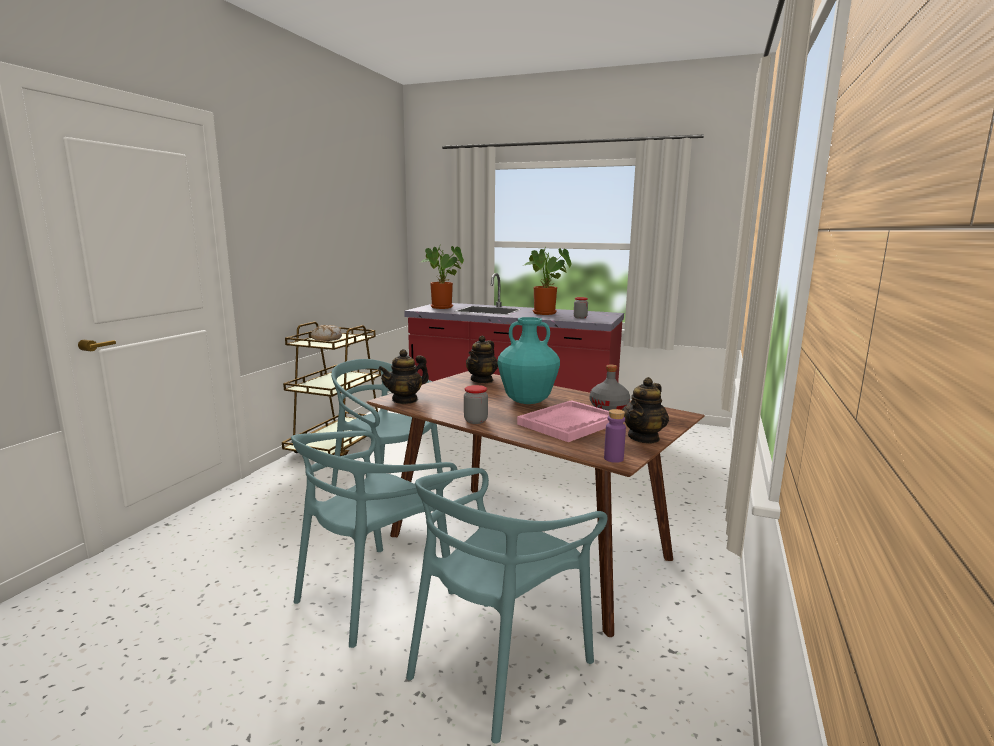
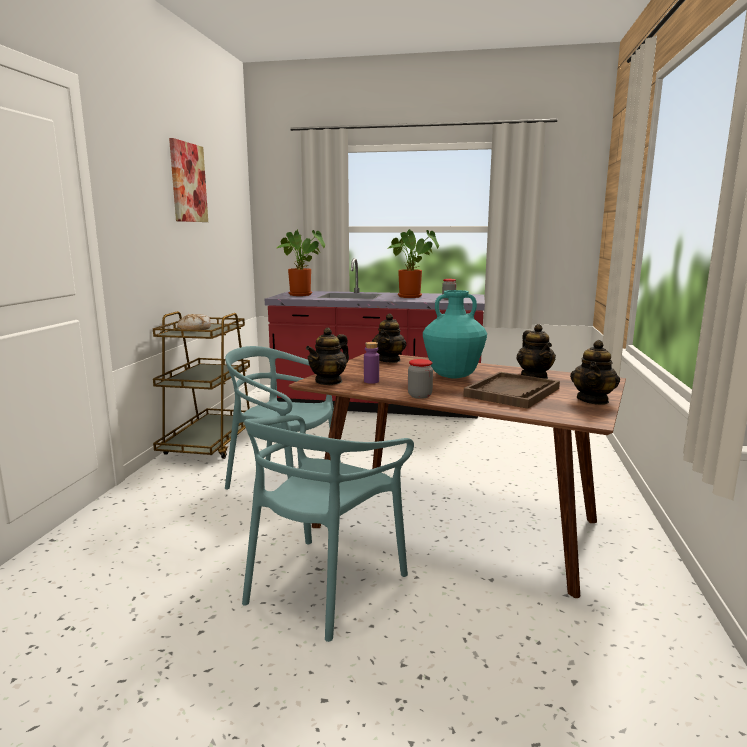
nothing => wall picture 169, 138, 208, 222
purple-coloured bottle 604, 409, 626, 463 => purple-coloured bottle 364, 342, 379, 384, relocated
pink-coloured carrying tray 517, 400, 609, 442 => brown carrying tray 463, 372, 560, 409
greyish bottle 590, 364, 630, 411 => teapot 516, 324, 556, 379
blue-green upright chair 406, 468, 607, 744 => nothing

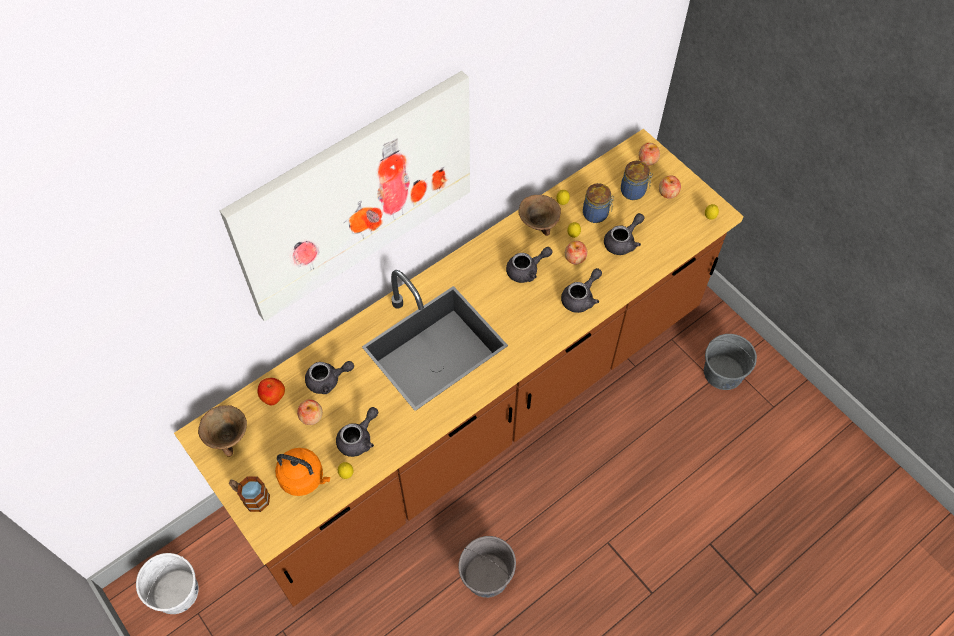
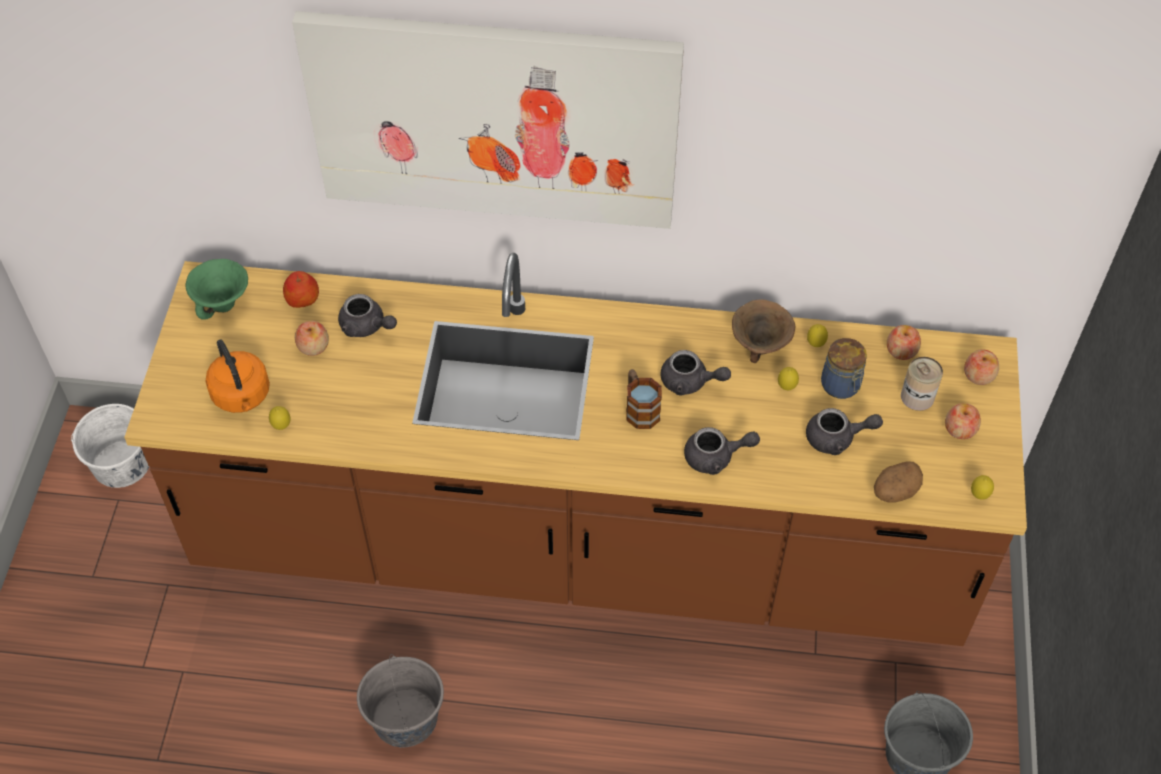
brown serving bowl 198, 405, 247, 457 => green-coloured serving bowl 186, 259, 248, 320
coffee mug 229, 477, 270, 512 => coffee mug 626, 369, 662, 429, relocated
nothing => potato 874, 461, 923, 502
apple fruit 565, 241, 588, 264 => apple fruit 887, 325, 921, 360, relocated
jar 621, 161, 653, 200 => can 901, 357, 943, 411
greyish teapot 336, 407, 378, 457 => nothing

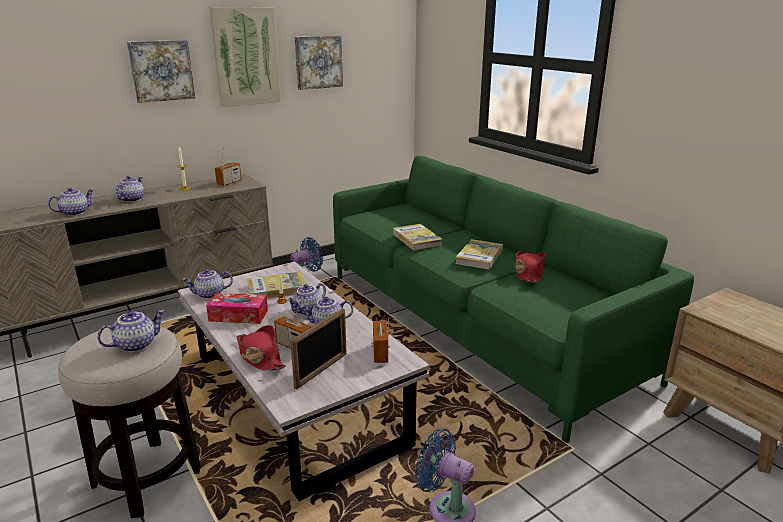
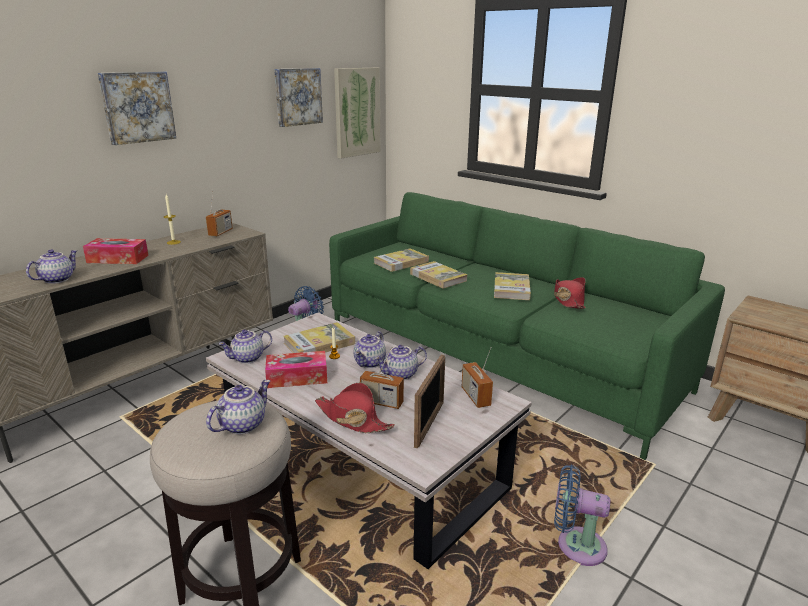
teapot 115, 176, 144, 202 => box of tissues 83, 238, 149, 264
wall picture 209, 7, 281, 107 => wall picture 334, 68, 380, 159, relocated
nothing => volume 374, 248, 429, 272

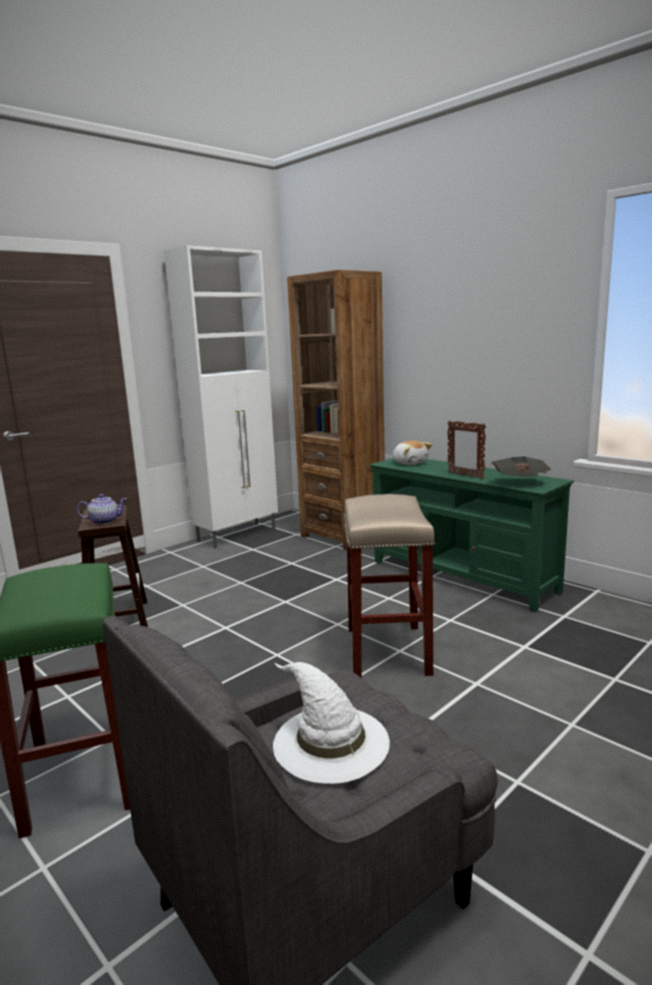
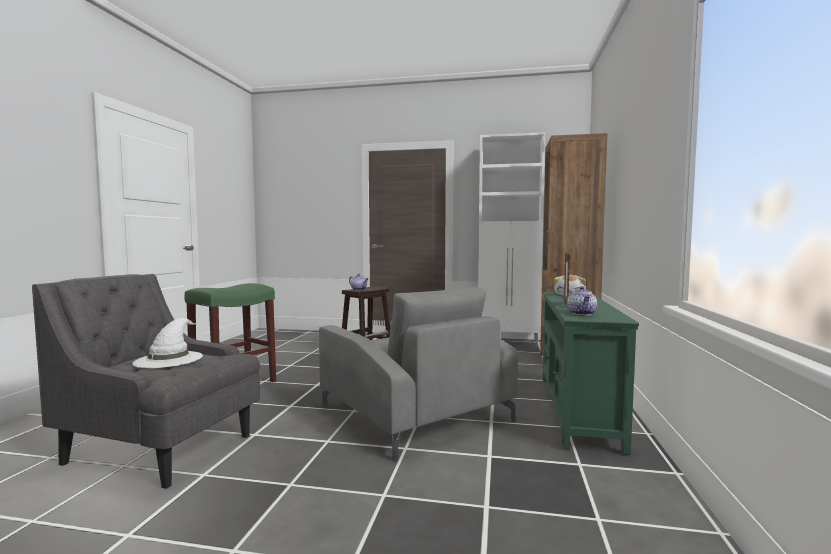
beige stool seat 344, 494, 435, 678 => greyish armchair 319, 287, 518, 462
daily paper 491, 457, 551, 477 => teapot 567, 286, 597, 316

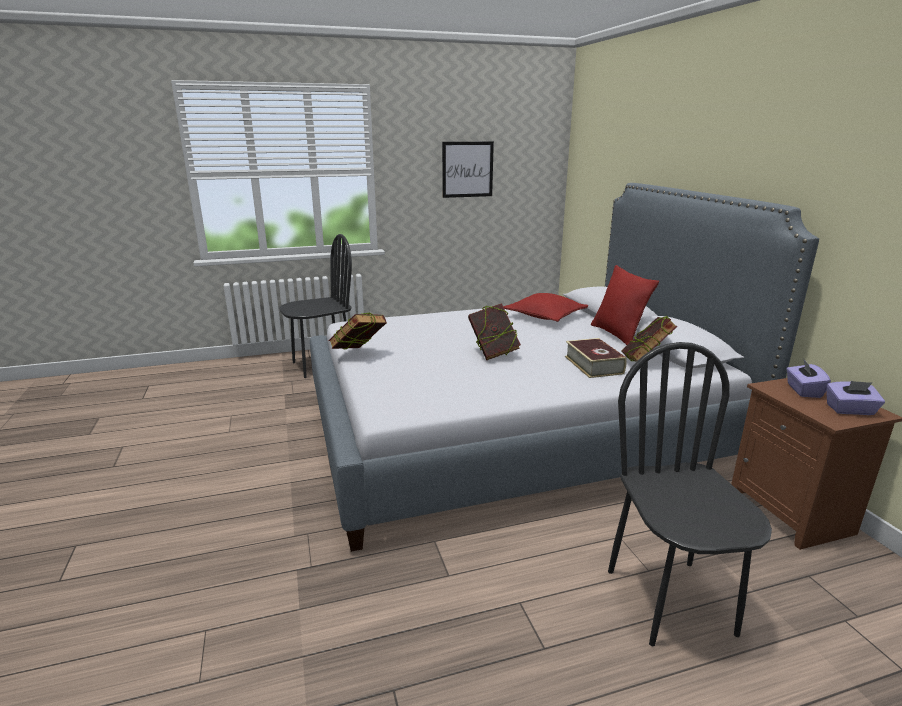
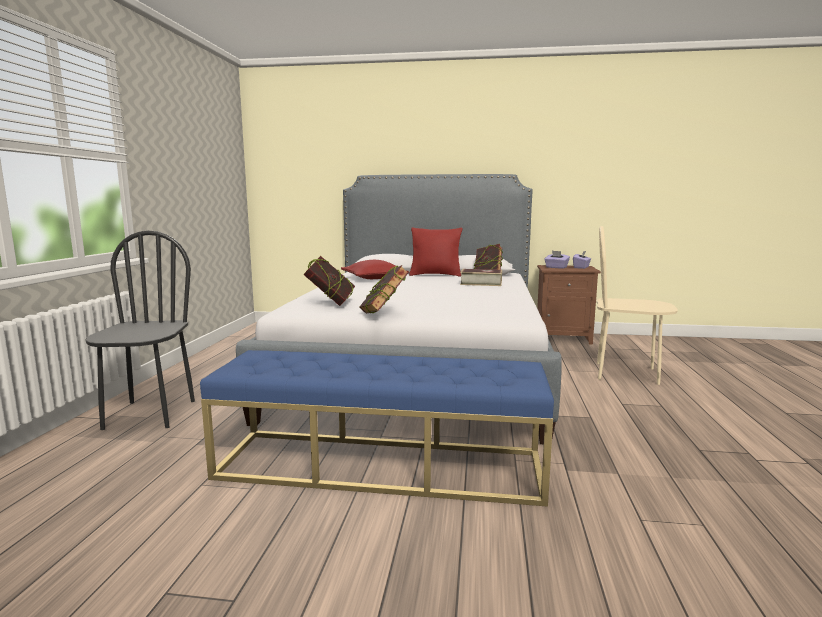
nothing => blue-coloured indoor bench 200, 350, 554, 507
volume 468, 303, 521, 360 => volume 303, 256, 355, 306, relocated
blackish upright chair 608, 342, 772, 646 => beige upright chair 596, 226, 678, 385
wall picture 442, 142, 494, 198 => nothing

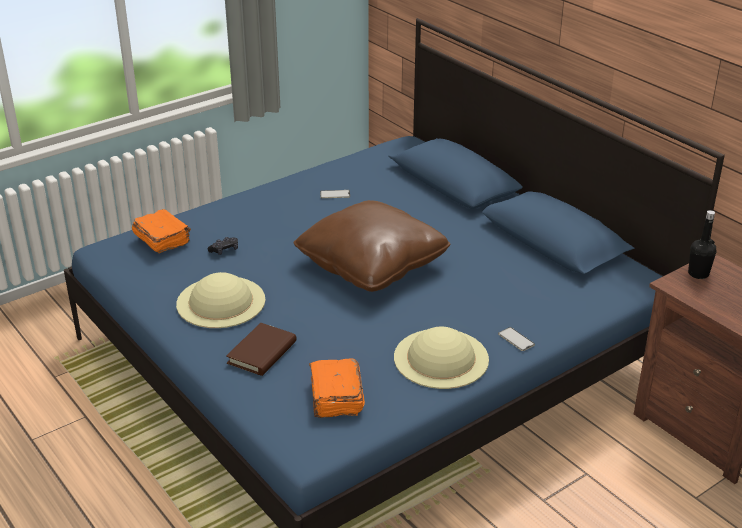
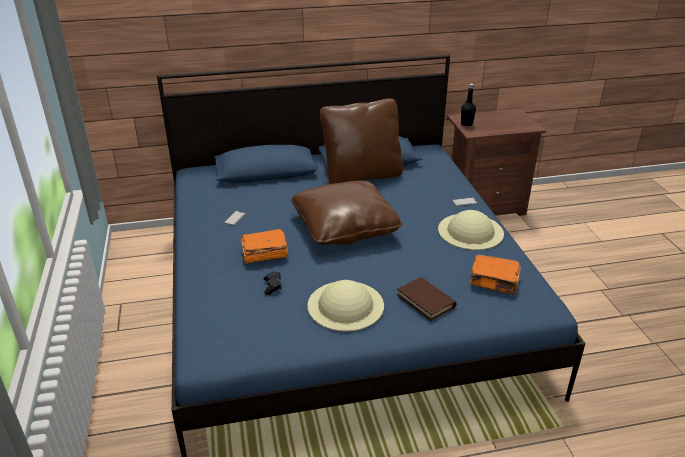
orange volume 132, 209, 191, 253 => orange volume 241, 229, 288, 264, relocated
nothing => brown throw pillow 320, 98, 403, 184

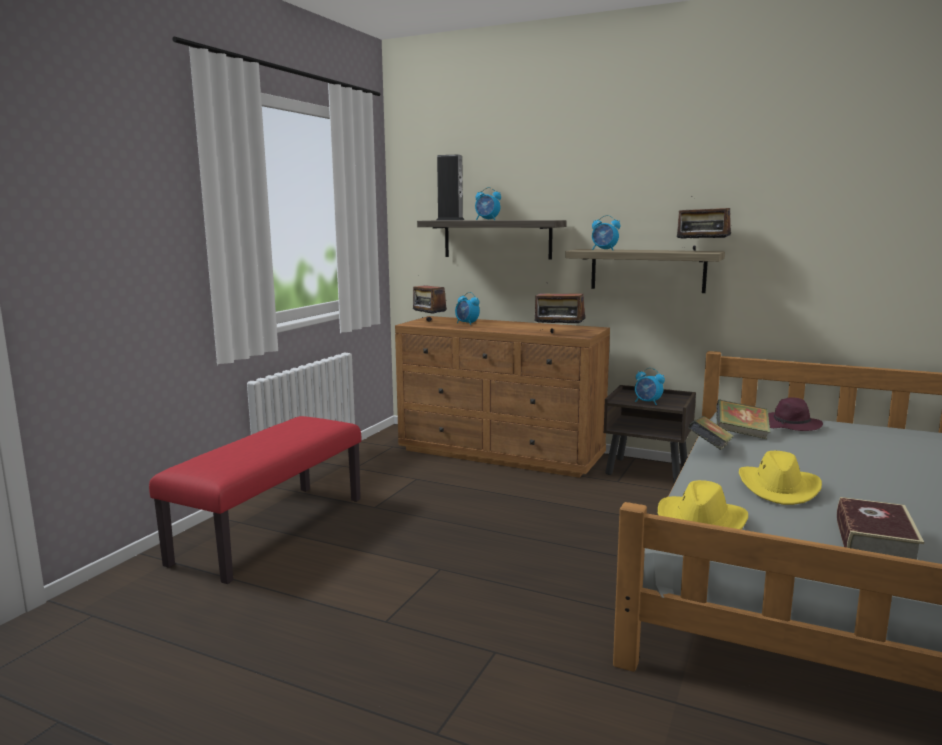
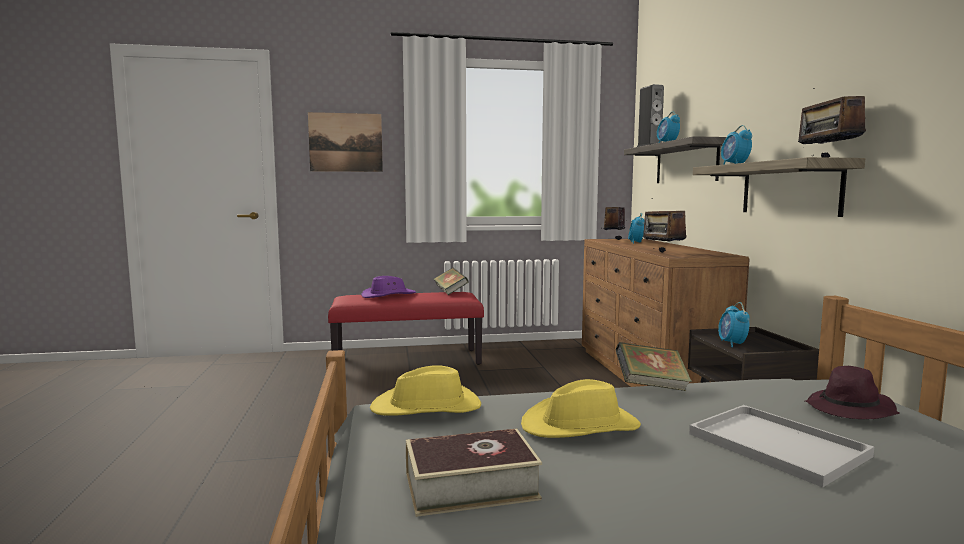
nothing => wall picture 308, 112, 383, 172
nothing => purple-coloured hat 361, 276, 416, 298
volume 716, 399, 770, 439 => volume 434, 268, 468, 295, relocated
nothing => white-coloured carrying tray 689, 405, 874, 487

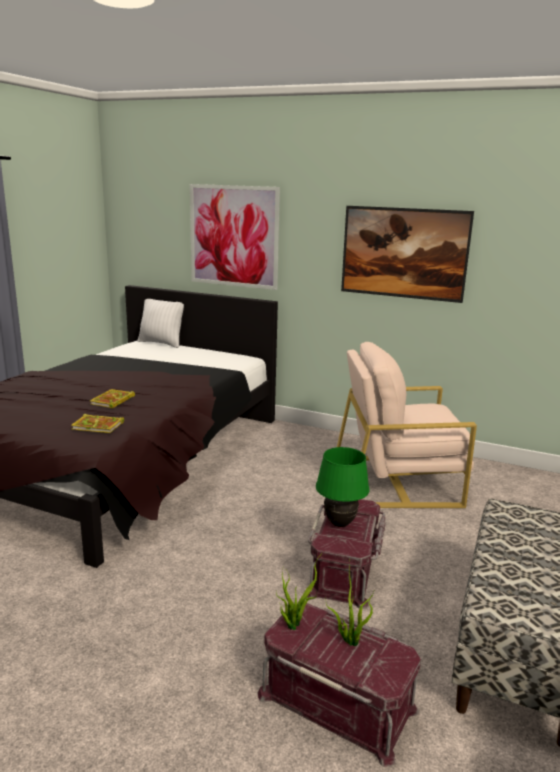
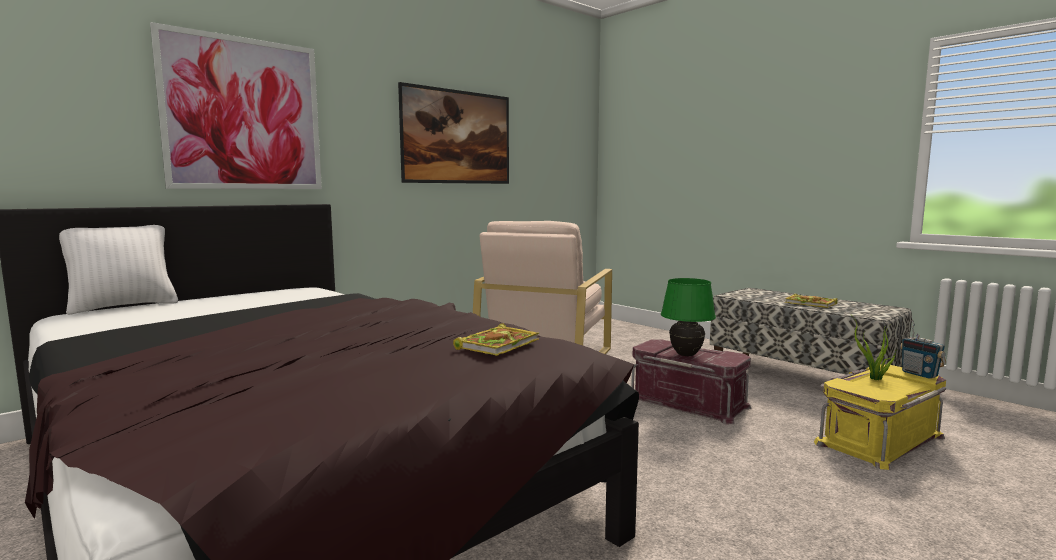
volume 90, 389, 135, 408 => volume 785, 294, 838, 308, relocated
reddish storage container 257, 603, 421, 767 => yellow-coloured storage container 814, 364, 946, 470
nothing => radio receiver 900, 320, 946, 379
houseplant 276, 557, 319, 630 => nothing

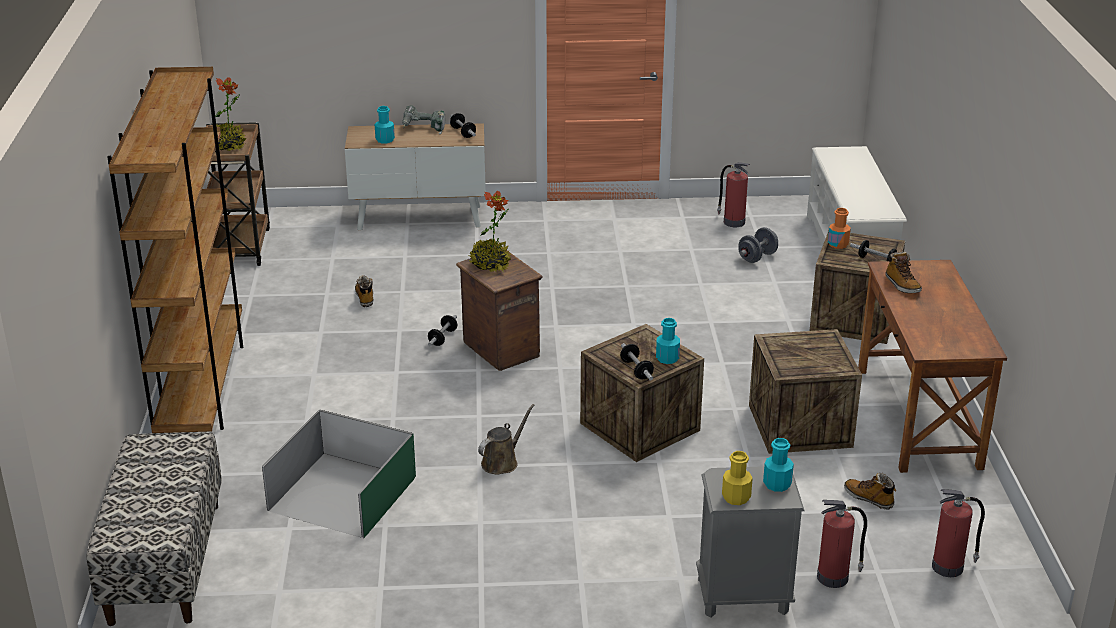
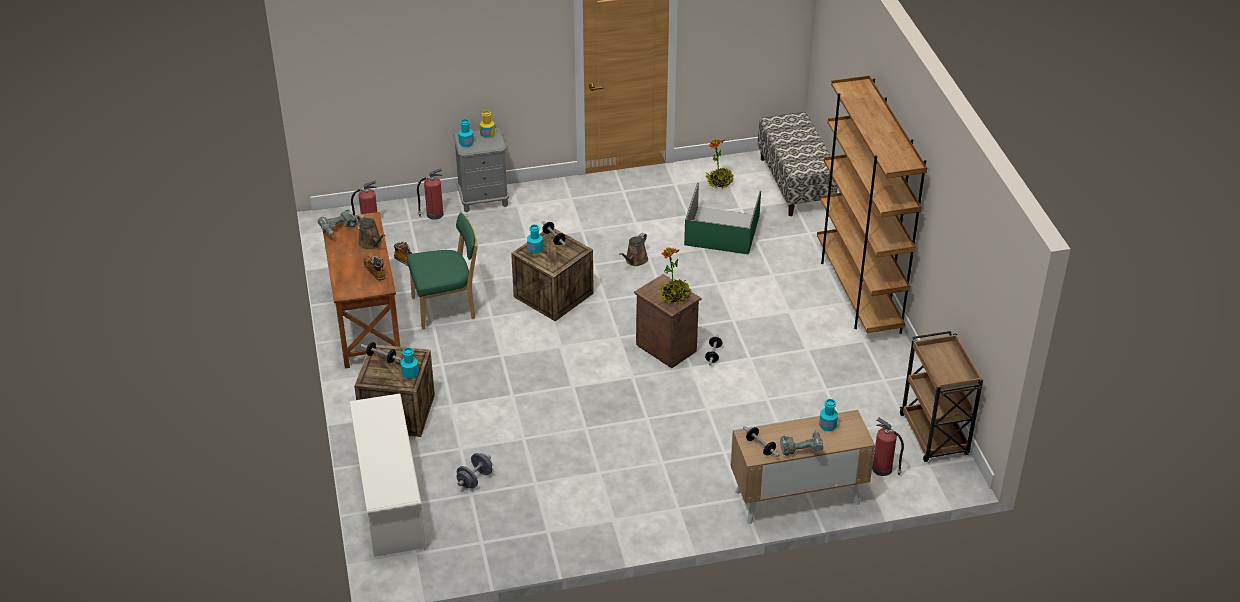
nothing => electric drill 318, 210, 359, 238
nothing => brown watering can 357, 214, 385, 250
orange bottle 828, 208, 851, 249 => blue-green bottle 400, 347, 419, 379
crate 749, 329, 862, 454 => green-coloured upright chair 407, 213, 478, 330
houseplant 215, 77, 246, 151 => houseplant 706, 139, 734, 189, relocated
extinguisher 717, 162, 750, 227 => extinguisher 872, 418, 904, 476, relocated
tall boot 355, 275, 373, 307 => nothing

